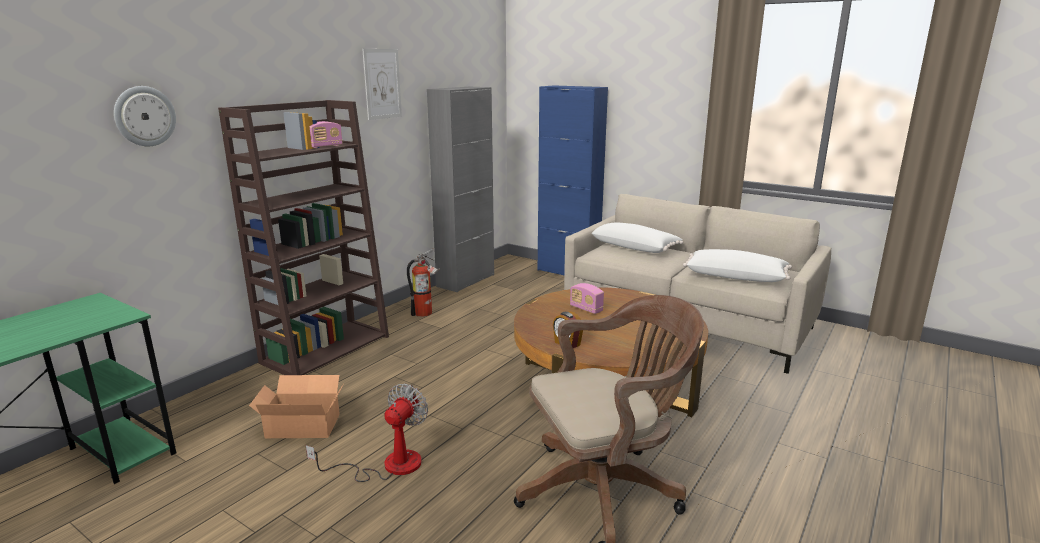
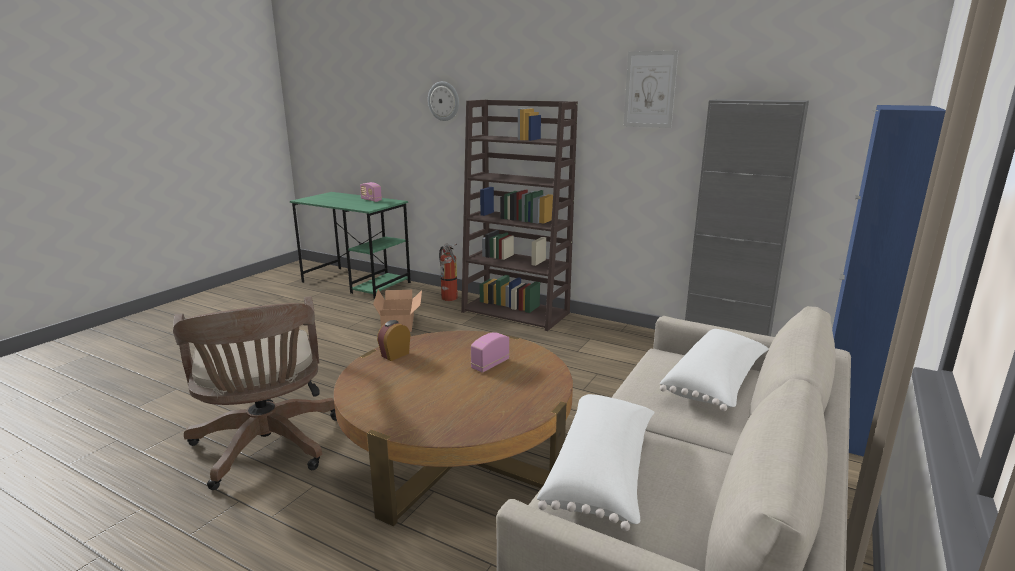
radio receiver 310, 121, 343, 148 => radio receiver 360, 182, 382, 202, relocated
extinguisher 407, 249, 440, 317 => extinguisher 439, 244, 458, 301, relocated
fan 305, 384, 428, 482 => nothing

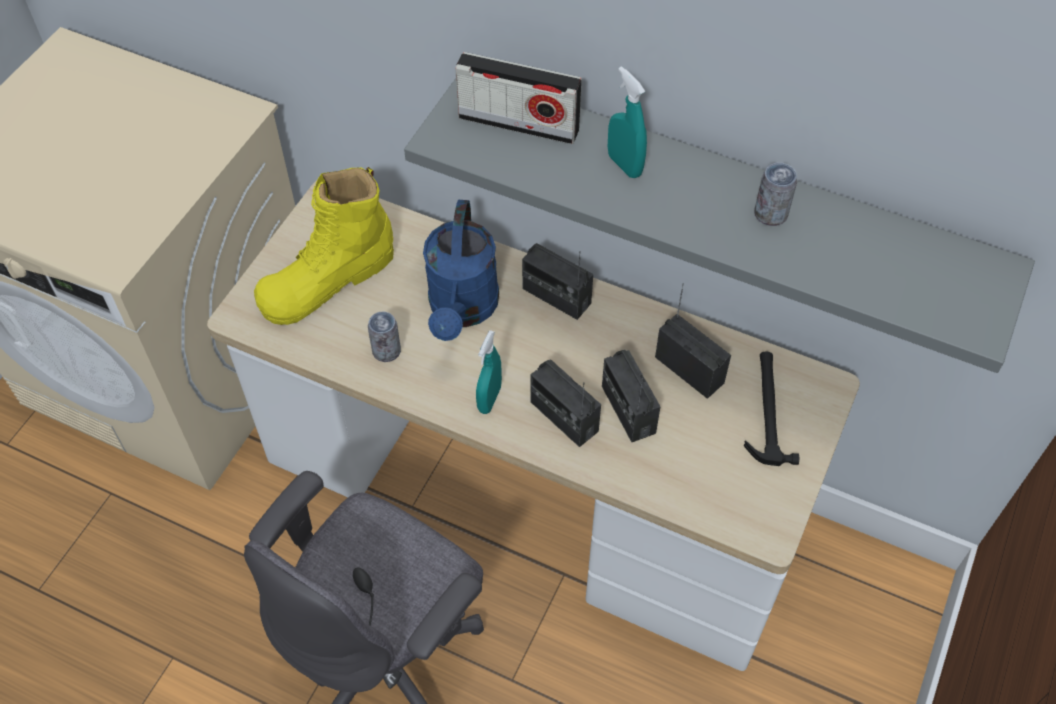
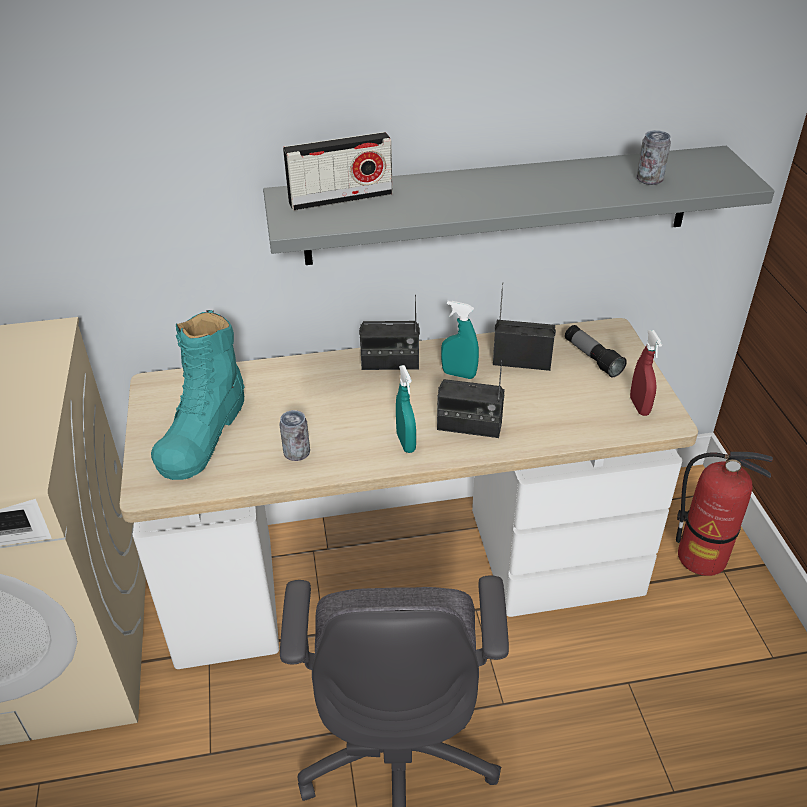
yellow-coloured tall boot 254, 167, 394, 325 => blue-green tall boot 151, 310, 245, 480
blue-green sprayer 608, 66, 647, 178 => blue-green sprayer 441, 301, 479, 379, relocated
hand hammer 744, 352, 799, 466 => hand torch 565, 325, 627, 377
nothing => reddish sprayer 630, 330, 662, 416
can 754, 163, 797, 226 => can 637, 130, 671, 185, relocated
nothing => extinguisher 676, 452, 773, 576
blue-coloured watering can 423, 200, 499, 341 => nothing
radio receiver 602, 350, 661, 442 => nothing

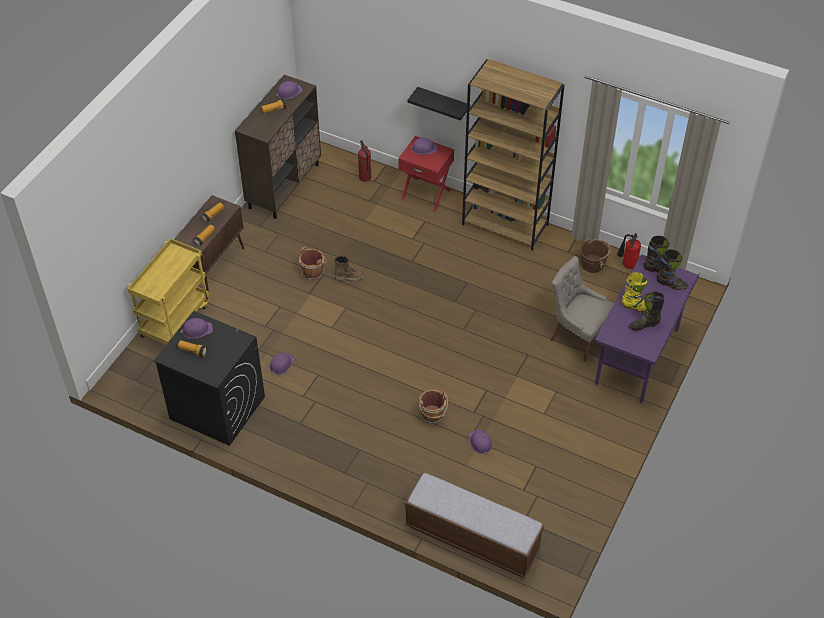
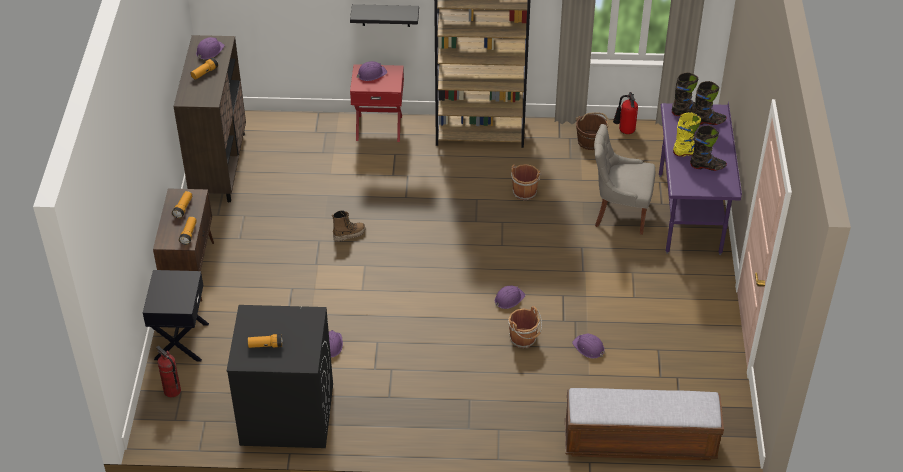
yellow-coloured wheeled cart 127, 238, 209, 345 => blackish nightstand 143, 270, 209, 361
extinguisher 358, 140, 371, 182 => extinguisher 156, 346, 181, 397, relocated
purple-coloured hard hat 181, 318, 213, 339 => purple-coloured hard hat 495, 285, 525, 309, relocated
brown bucket 299, 247, 326, 281 => brown bucket 511, 164, 542, 200, relocated
blackish tall boot 629, 291, 664, 331 => blackish tall boot 690, 125, 727, 171, 135 degrees counterclockwise

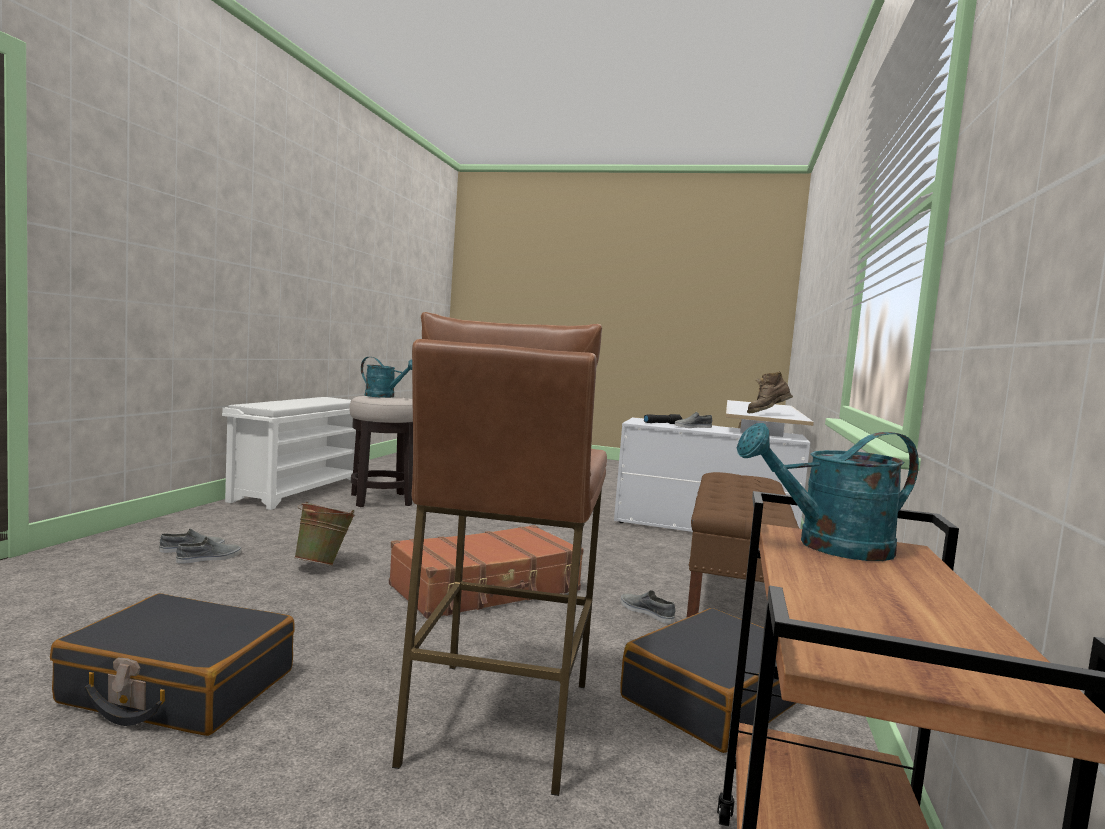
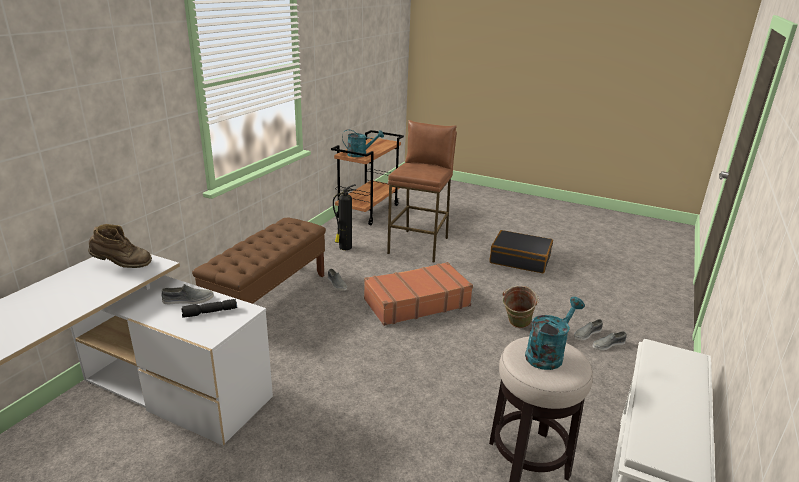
blackish piece of luggage 620, 608, 796, 753 => extinguisher 333, 184, 356, 250
blue-green watering can 361, 357, 412, 398 => blue-green watering can 525, 297, 585, 370, 105 degrees clockwise

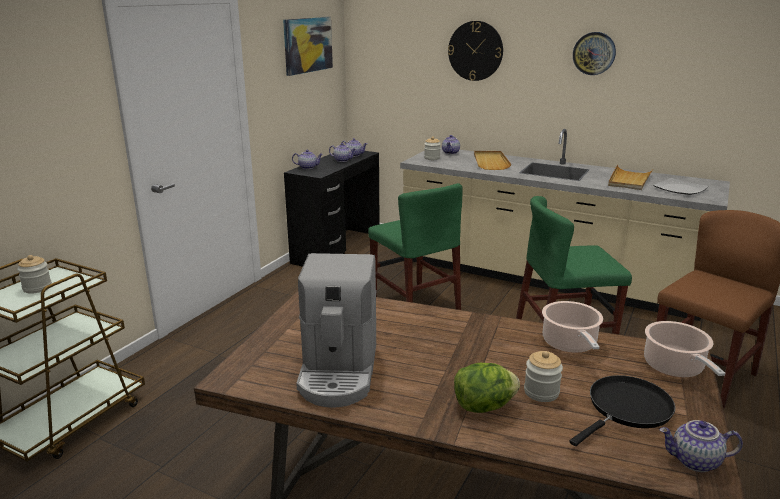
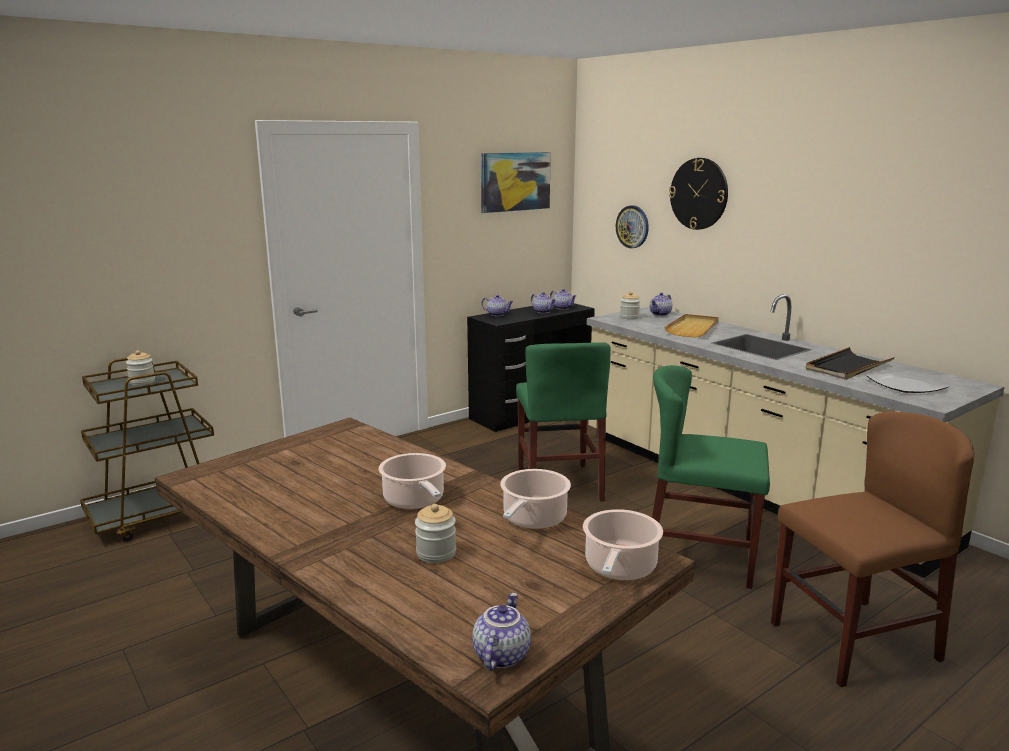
nothing => cooking pot 379, 453, 446, 509
teapot 659, 420, 743, 472 => teapot 472, 593, 531, 671, 75 degrees clockwise
clock on the wall 573, 32, 616, 75 => clock on the wall 616, 205, 649, 248, relocated
beige carrying tray 608, 165, 653, 190 => blackish carrying tray 806, 347, 895, 380
coffee maker 296, 253, 377, 408 => nothing
head of lettuce 454, 363, 520, 413 => nothing
blackish skillet 569, 375, 675, 446 => nothing

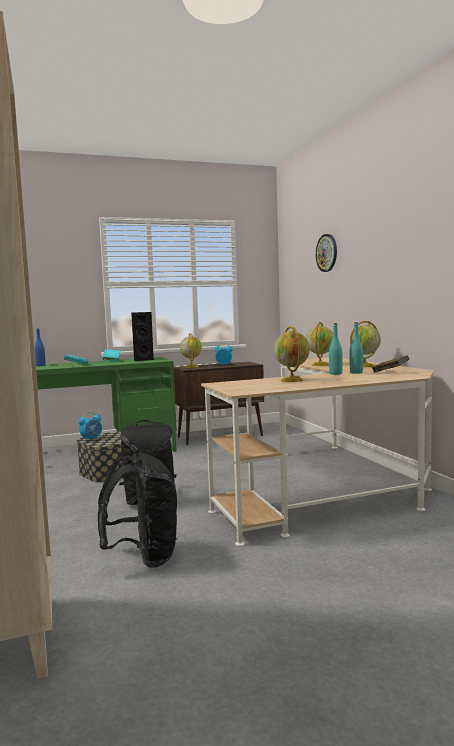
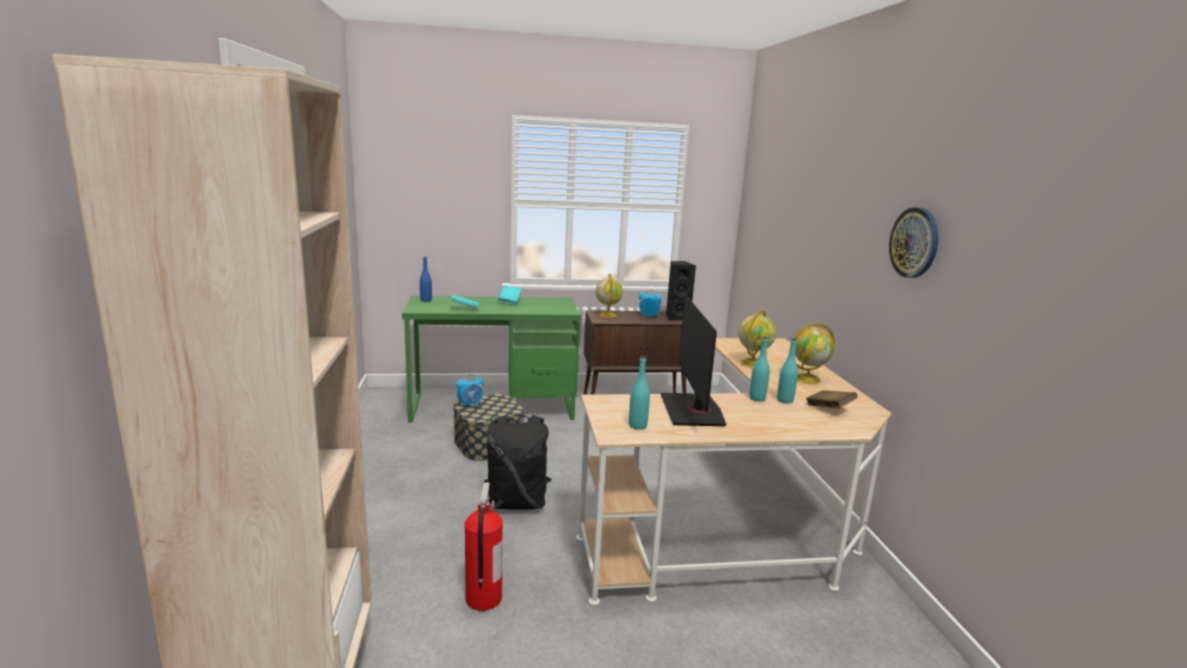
blackish knapsack 98, 453, 178, 568 => extinguisher 465, 483, 503, 611
nothing => blue-green bottle 629, 356, 650, 430
world globe 274, 326, 310, 382 => computer display 660, 295, 726, 426
blackish loudspeaker 131, 312, 154, 361 => blackish loudspeaker 666, 261, 696, 320, relocated
clock on the wall 316, 234, 337, 272 => clock on the wall 889, 207, 939, 278, relocated

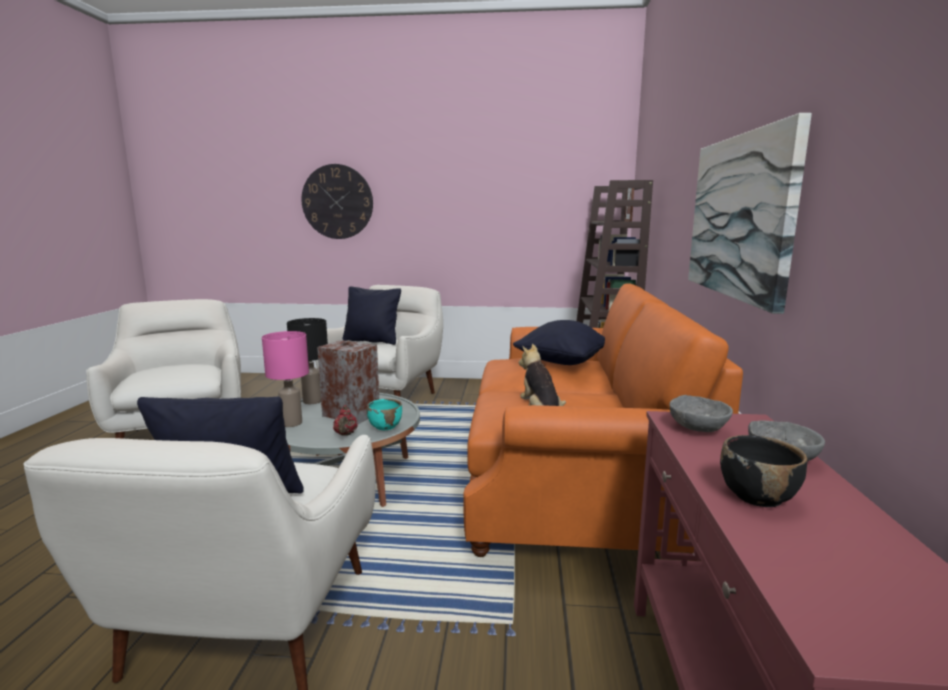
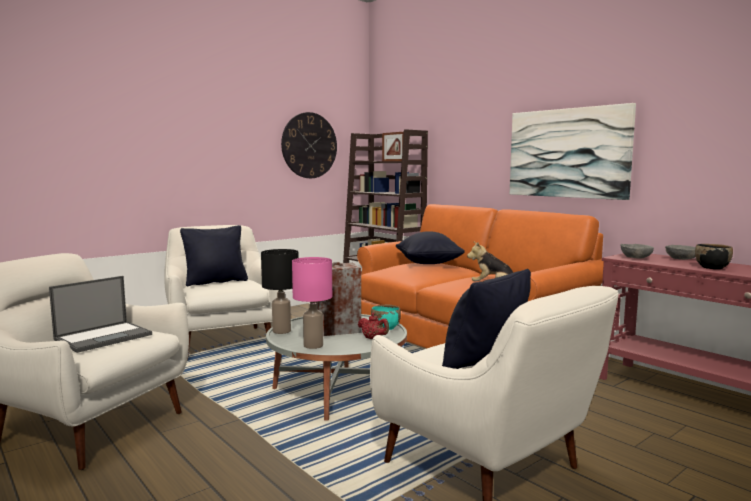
nothing => notebook computer 49, 276, 152, 353
clock on the wall 302, 164, 373, 239 => clock on the wall 281, 112, 337, 178, relocated

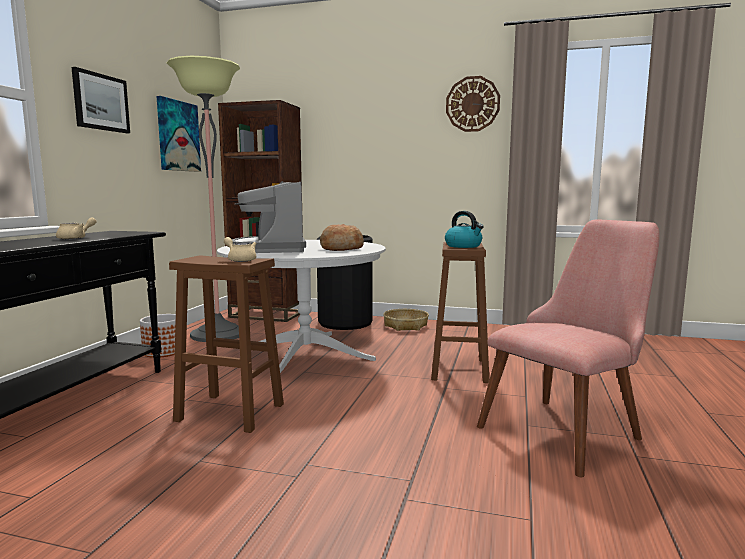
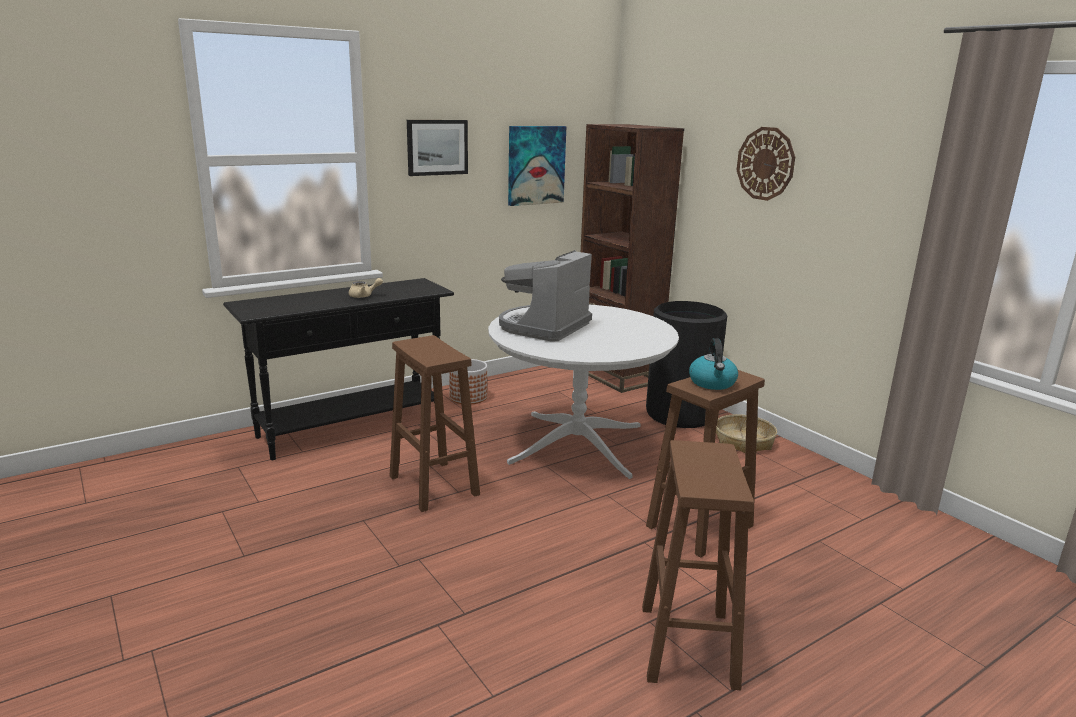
pink-coloured upright chair 477, 220, 660, 477 => brown stool seat 642, 440, 754, 690
clock on the wall 446, 76, 500, 132 => clock on the wall 737, 127, 795, 201, relocated
floor lamp 167, 56, 240, 342 => nothing
beige teapot 224, 237, 257, 262 => nothing
baked bread 320, 224, 364, 251 => nothing

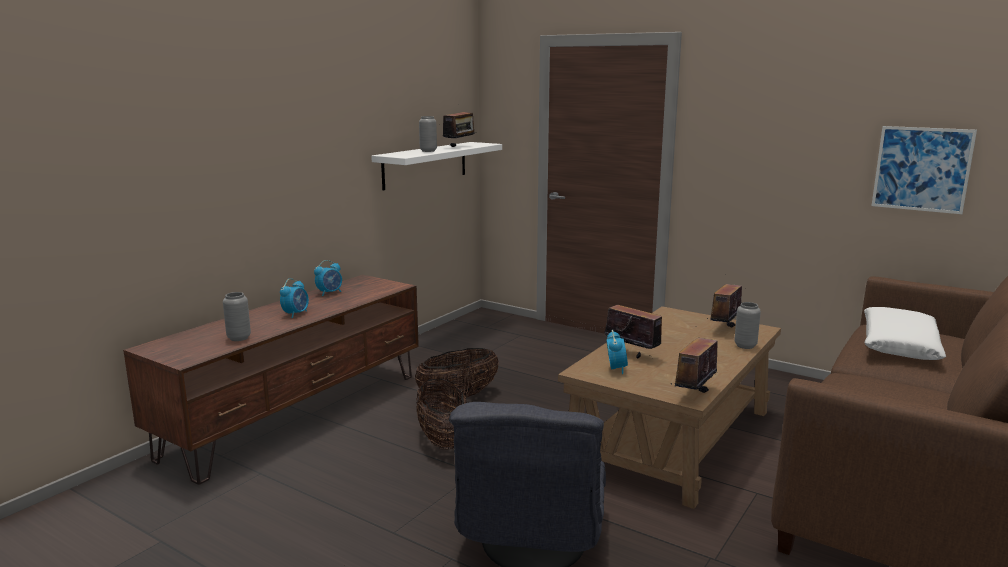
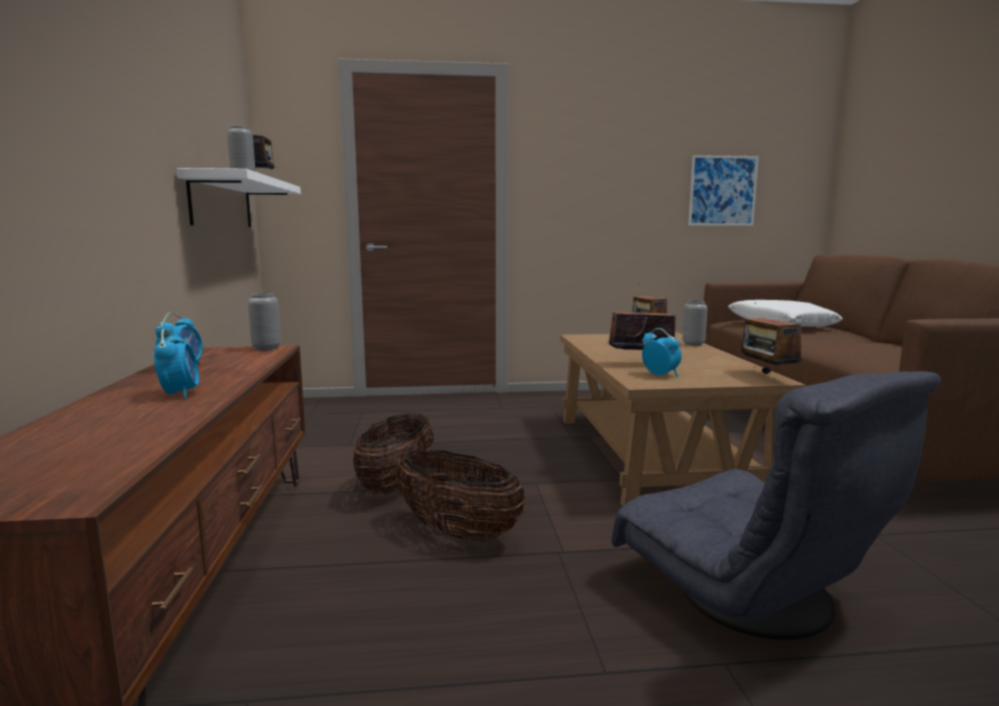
greyish flower vase 223, 292, 251, 341 => greyish flower vase 248, 293, 281, 351, relocated

